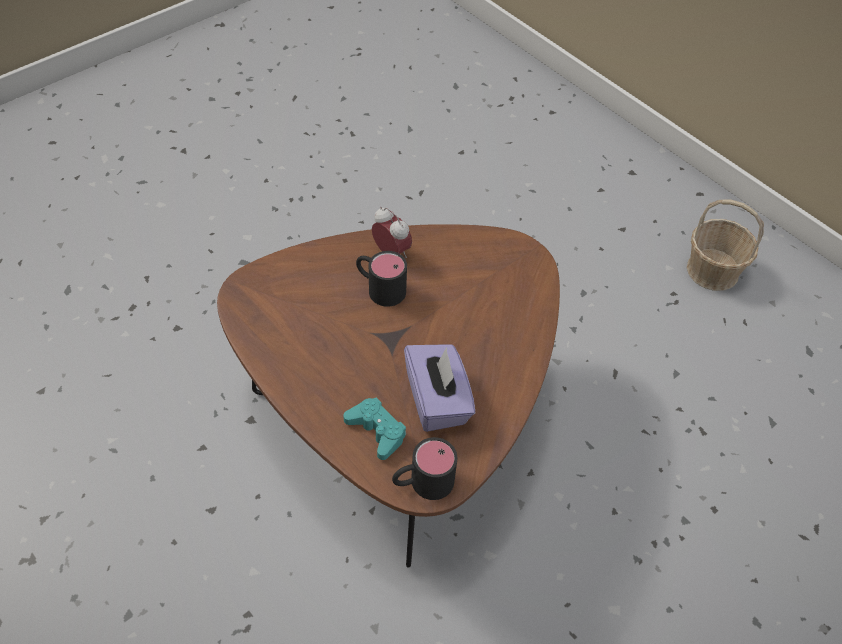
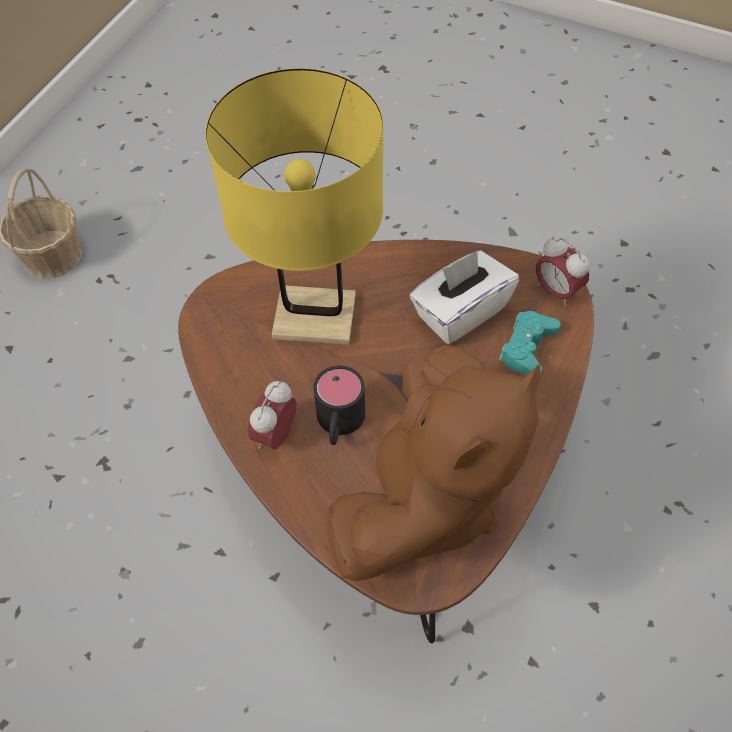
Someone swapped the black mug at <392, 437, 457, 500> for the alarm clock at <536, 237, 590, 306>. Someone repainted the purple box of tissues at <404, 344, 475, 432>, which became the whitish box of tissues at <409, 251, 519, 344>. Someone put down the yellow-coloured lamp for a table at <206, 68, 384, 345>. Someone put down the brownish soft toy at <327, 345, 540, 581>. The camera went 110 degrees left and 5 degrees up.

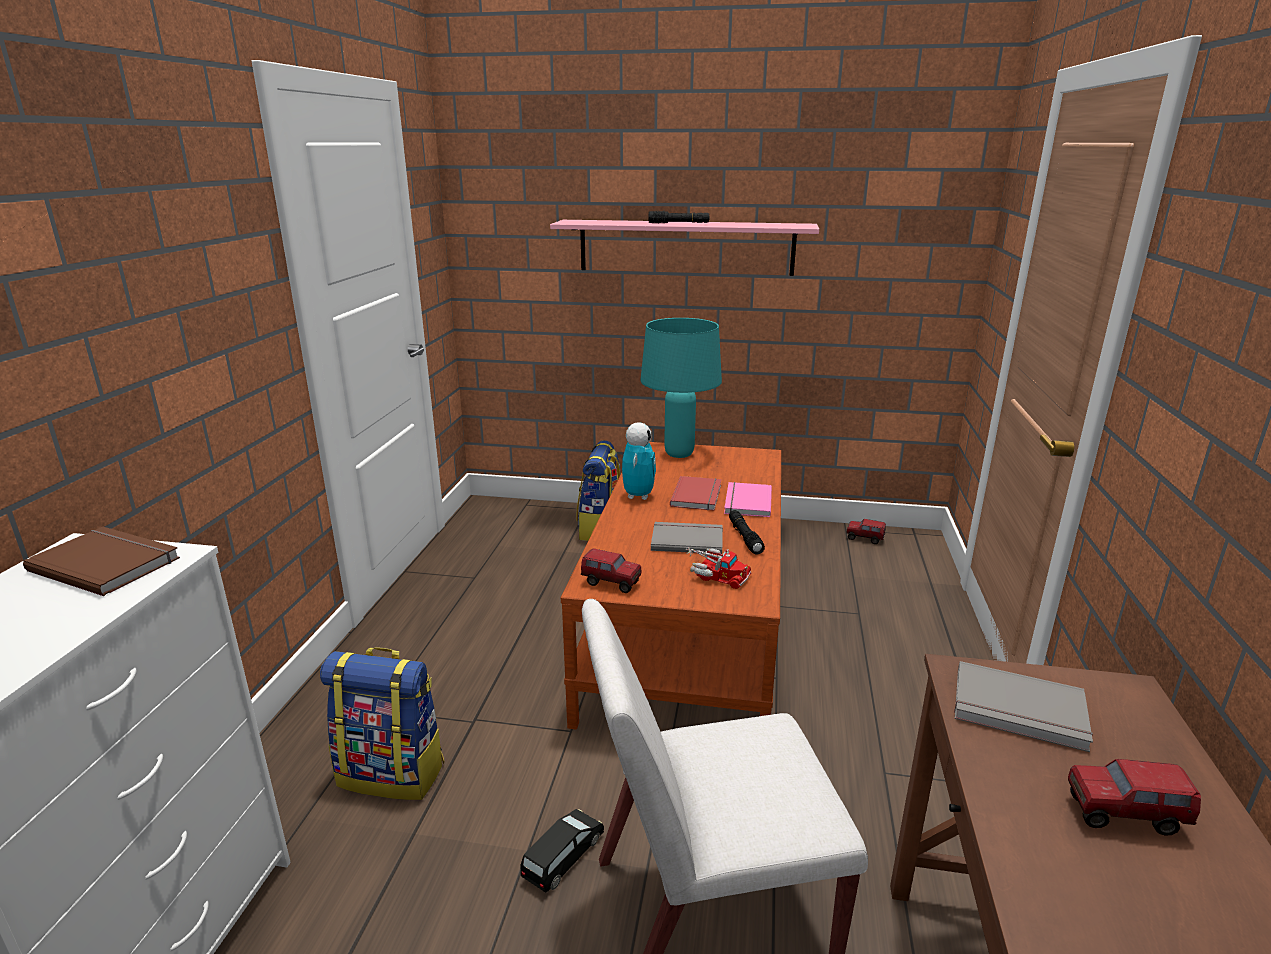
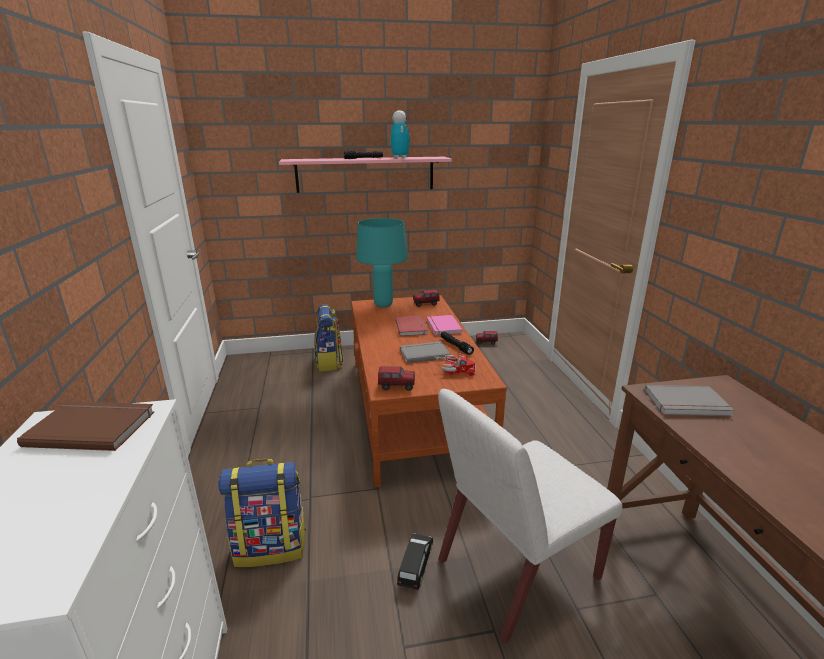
Someone carried the toy robot from <622, 422, 656, 500> to <391, 110, 410, 159>. Someone carried the toy truck from <1068, 759, 1201, 836> to <413, 290, 440, 307>. The camera went 20 degrees left and 0 degrees up.

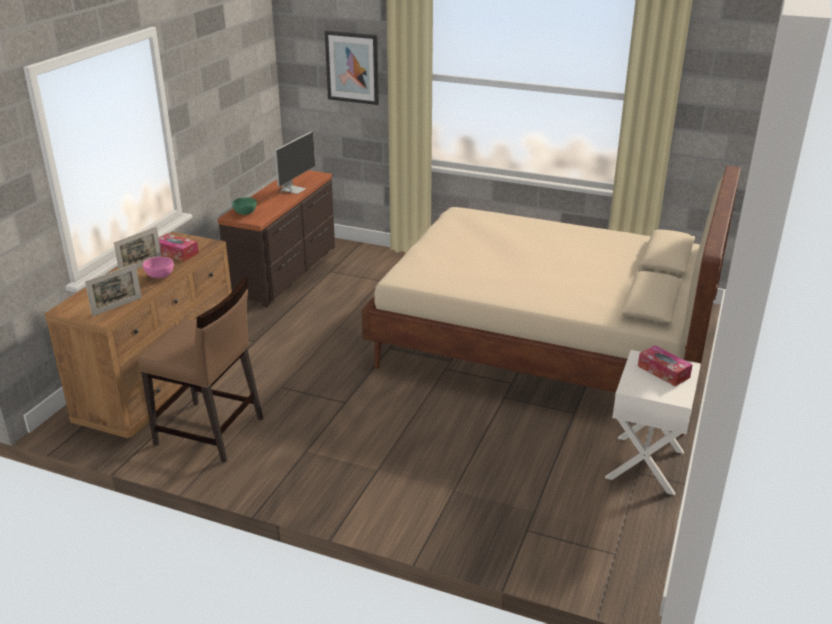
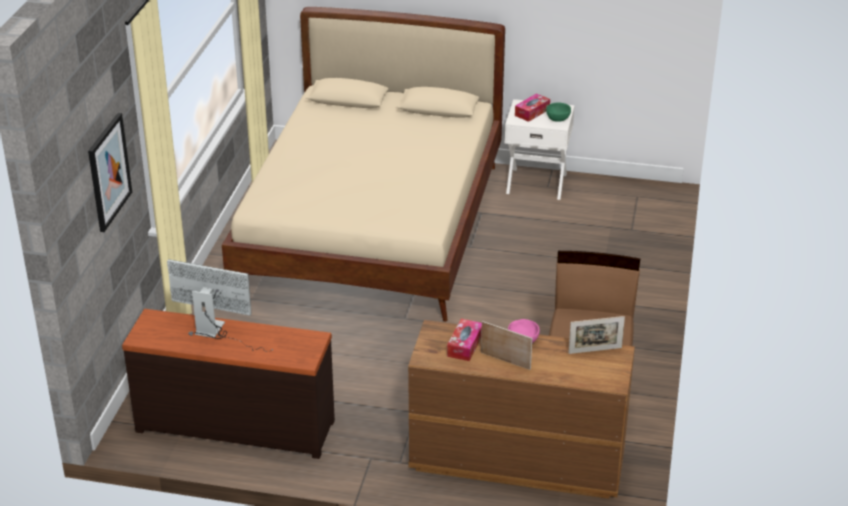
Someone rotated the picture frame at <85, 264, 142, 316> by 135 degrees clockwise. Someone carried the greenish deep dish from <232, 197, 257, 215> to <546, 103, 571, 122>. The camera went 100 degrees left and 5 degrees up.

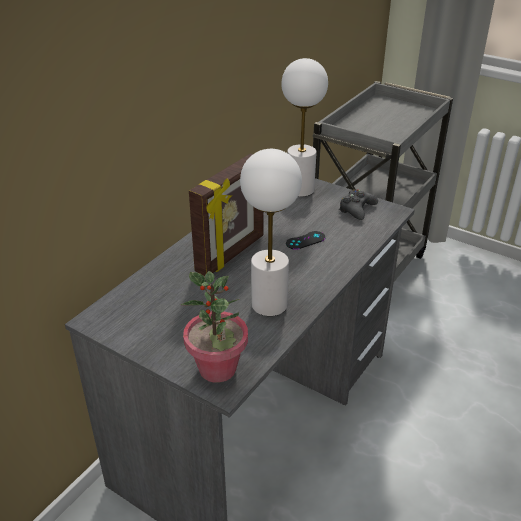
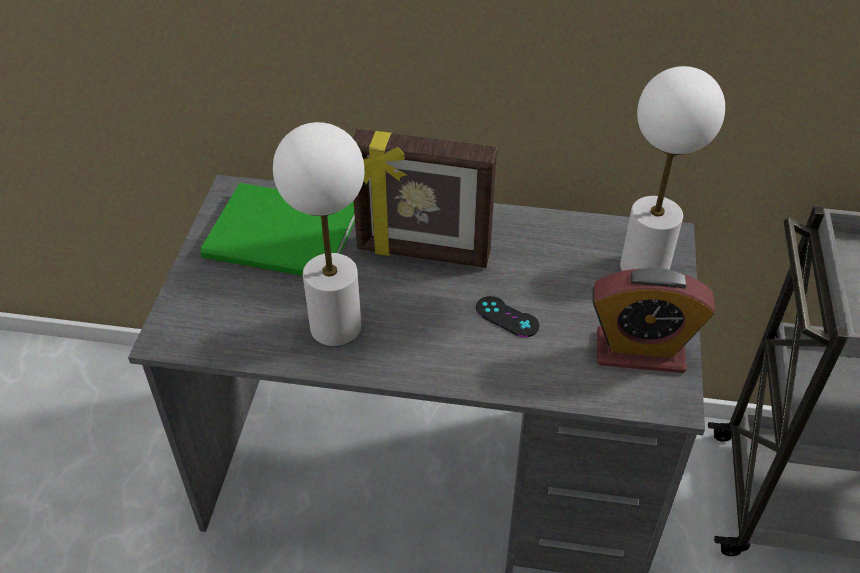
Someone took away the plant in a pot at <181, 271, 248, 383>. Someone swapped the black joypad at <339, 189, 378, 220> for the alarm clock at <593, 268, 715, 373>. Someone put down the greenish volume at <200, 183, 355, 276>. The camera went 65 degrees right and 10 degrees up.

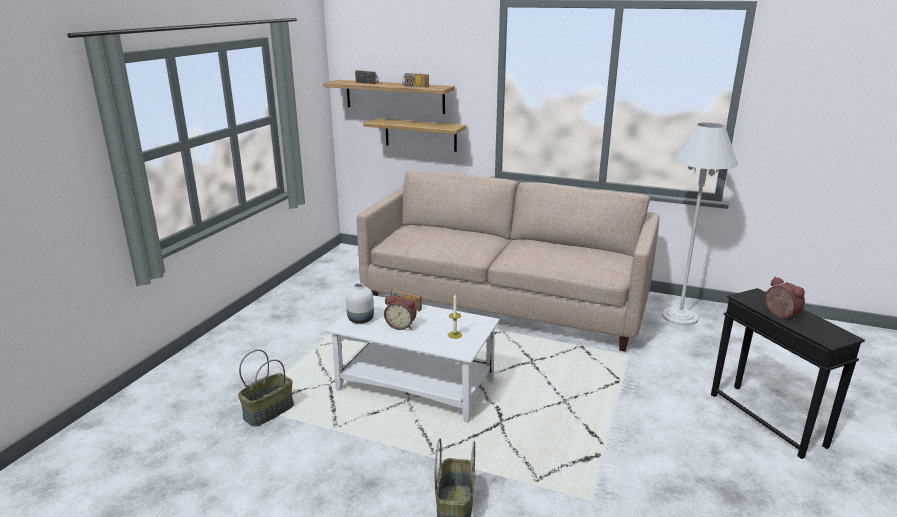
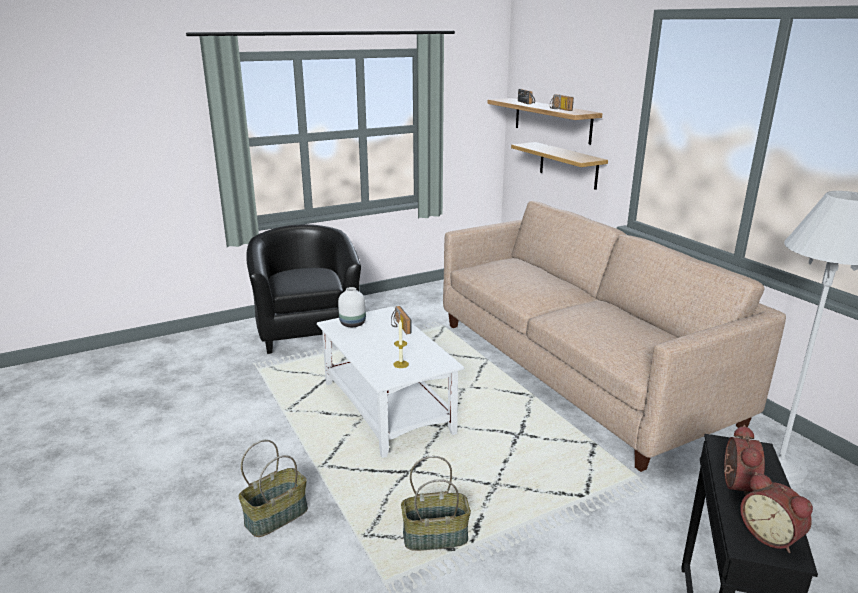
Someone carried the household basket from <238, 349, 294, 427> to <401, 456, 471, 551>. Someone carried the alarm clock from <384, 296, 416, 330> to <740, 472, 813, 553>. Someone put down the black easy chair at <246, 224, 361, 354>. The camera went 40 degrees right and 0 degrees up.

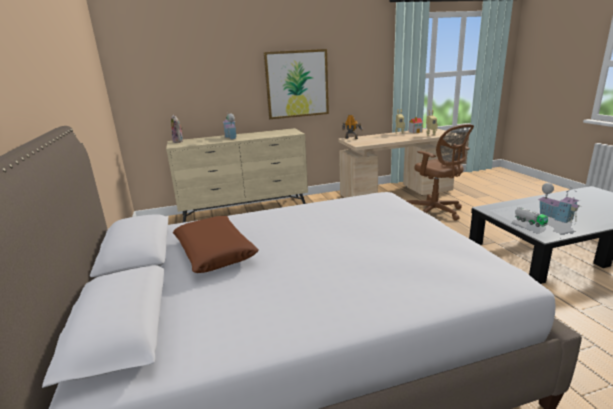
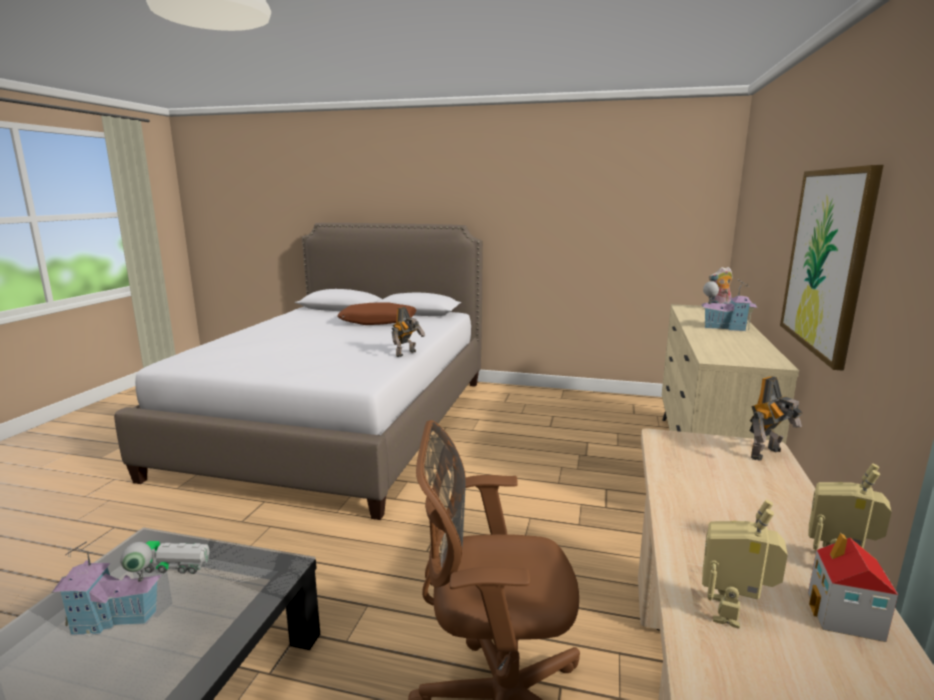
Someone put down the toy robot at <392, 307, 425, 357>. The camera went 120 degrees right and 5 degrees down.

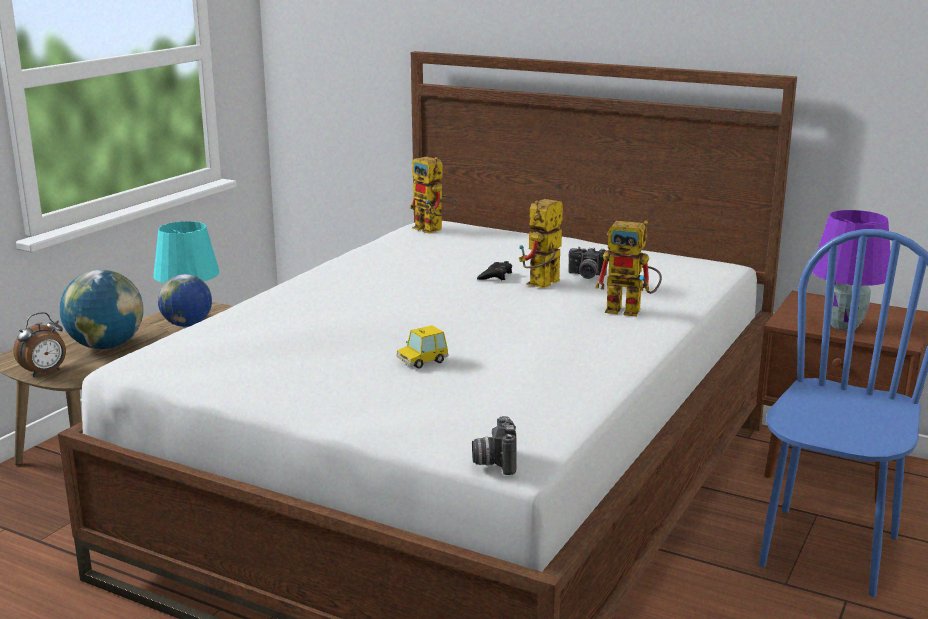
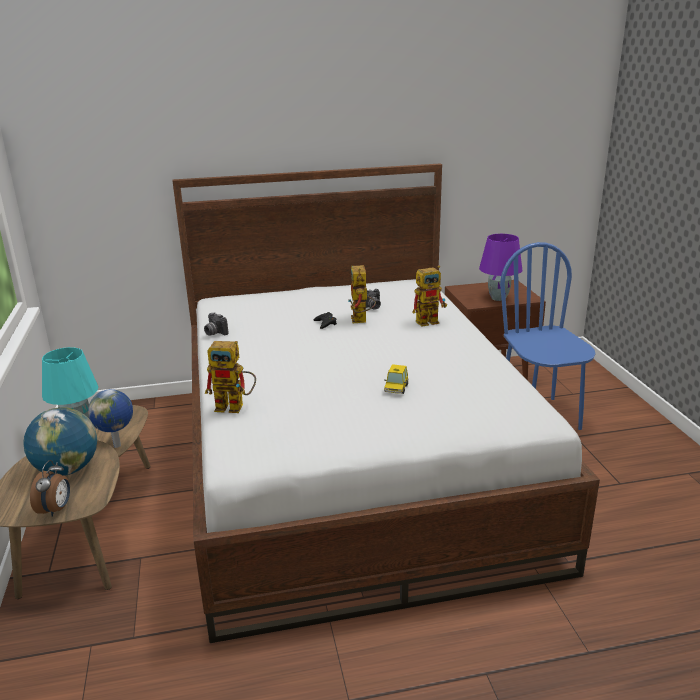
Someone carried the toy robot from <410, 157, 458, 234> to <205, 341, 256, 413>. Someone carried the photo camera from <472, 416, 517, 475> to <204, 313, 229, 336>. The camera went 40 degrees left and 5 degrees up.

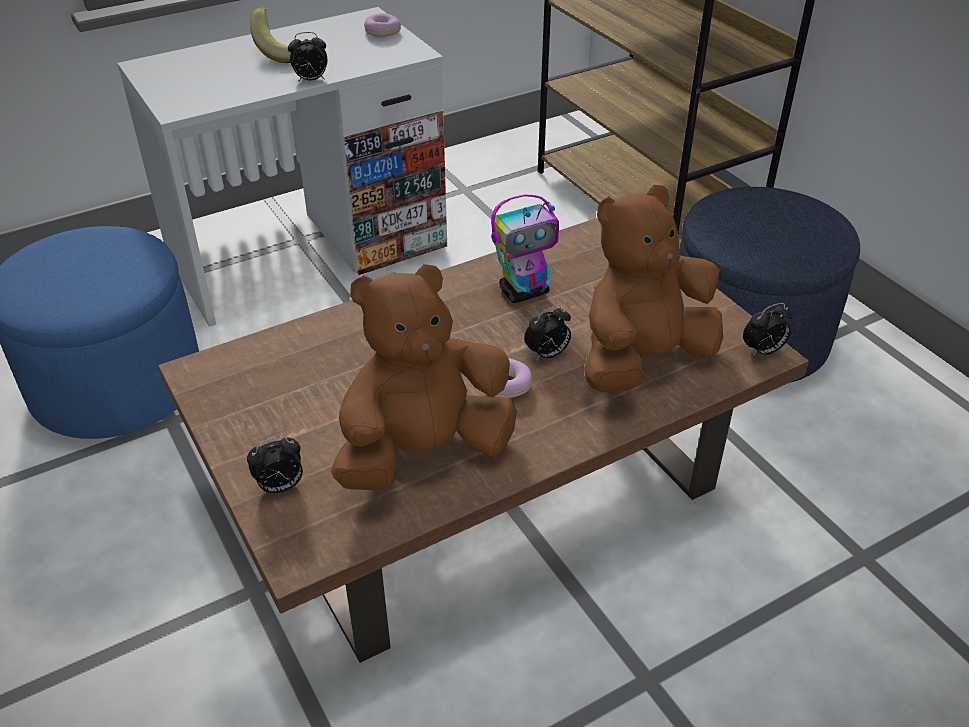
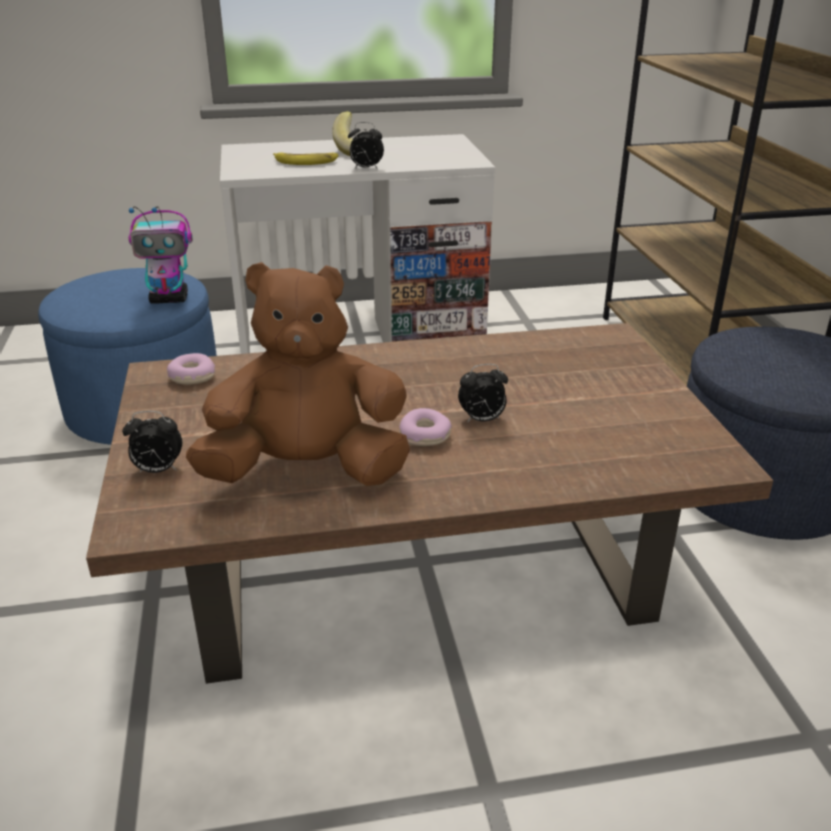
Someone carried the ring doughnut from <364, 13, 401, 37> to <167, 353, 215, 385>. Someone carried the toy robot from <491, 195, 559, 303> to <129, 207, 193, 304>. Someone took away the brownish soft toy at <584, 185, 723, 392>. Someone took away the alarm clock at <743, 303, 793, 357>. Someone put down the banana fruit at <273, 153, 339, 165>. The camera went 20 degrees right and 10 degrees down.

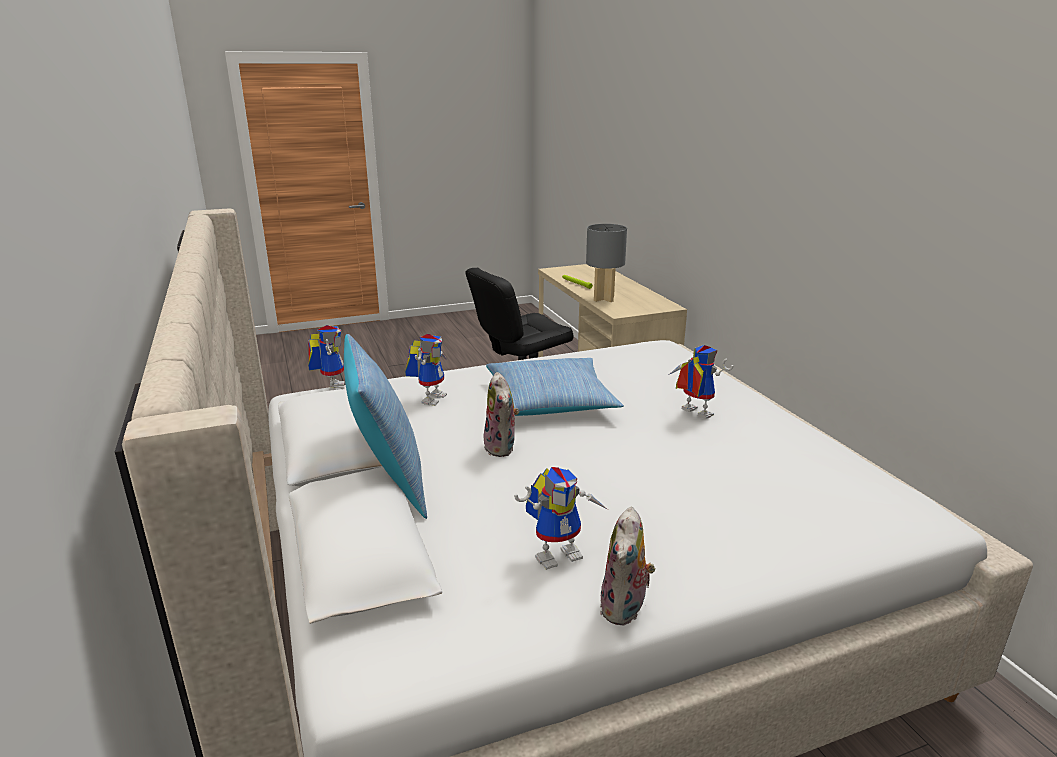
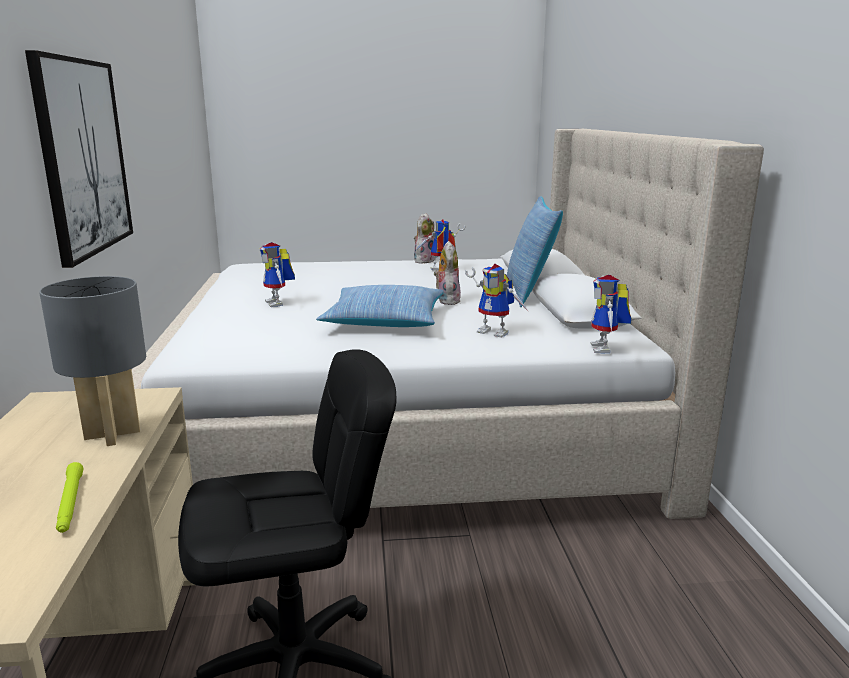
Someone rotated the toy robot at <405, 334, 447, 406> by 90 degrees counterclockwise. Someone put up the wall picture at <25, 50, 133, 268>. The camera went 165 degrees left and 5 degrees down.

